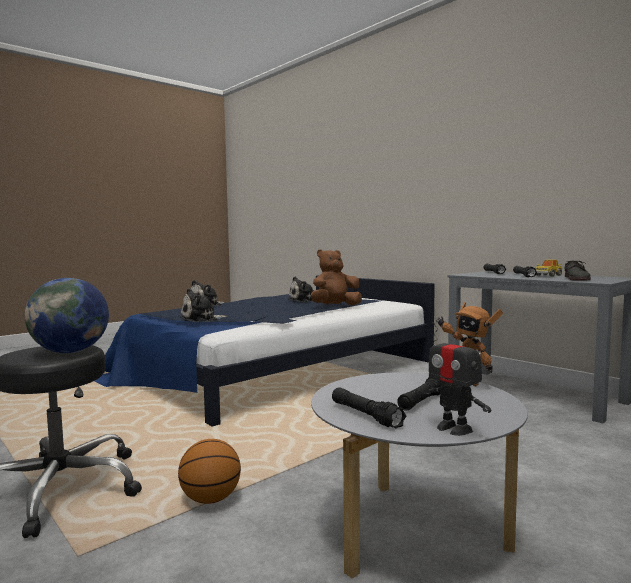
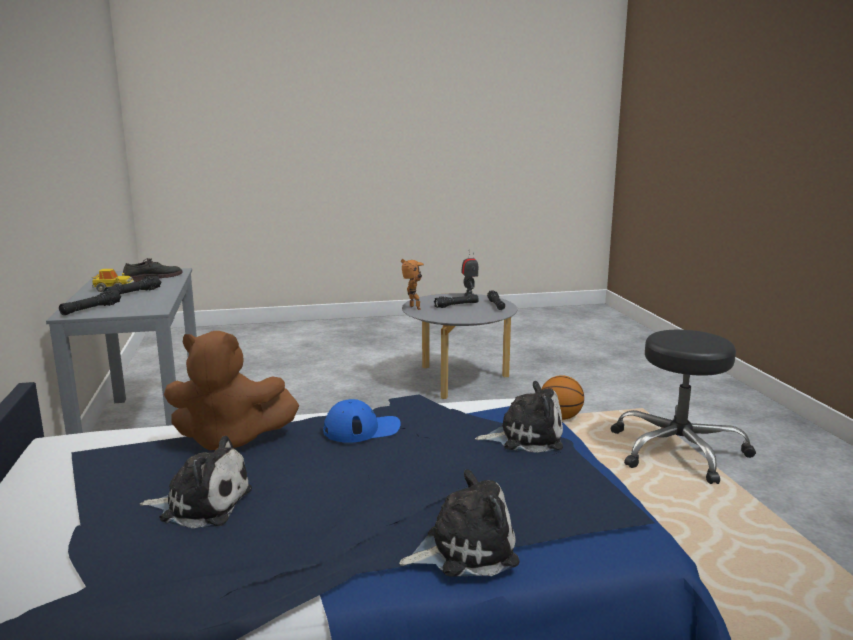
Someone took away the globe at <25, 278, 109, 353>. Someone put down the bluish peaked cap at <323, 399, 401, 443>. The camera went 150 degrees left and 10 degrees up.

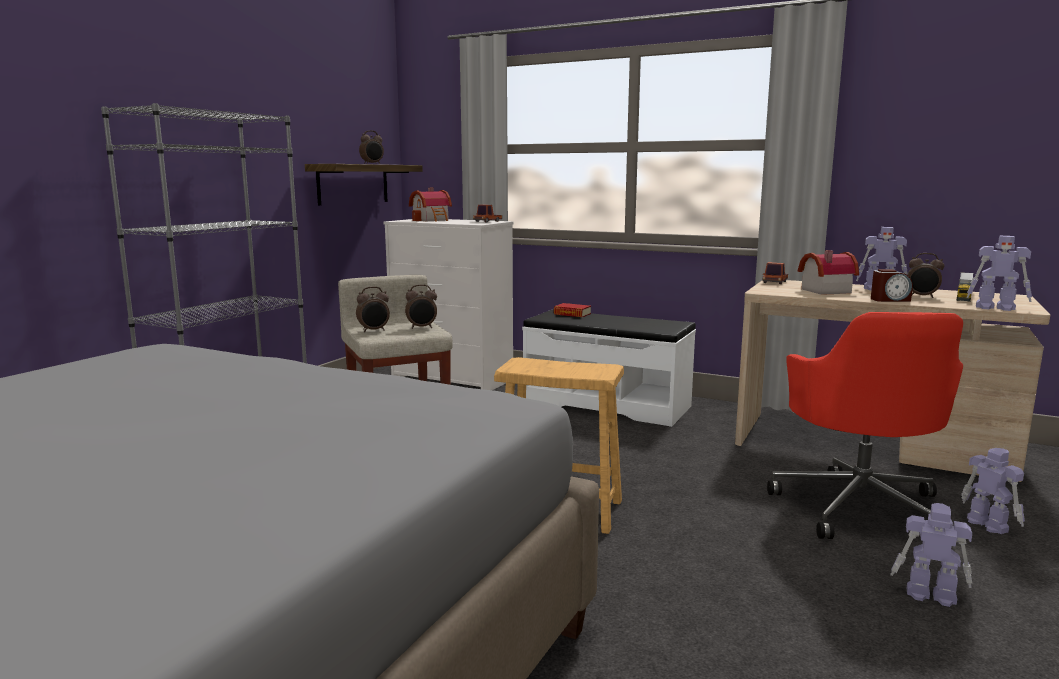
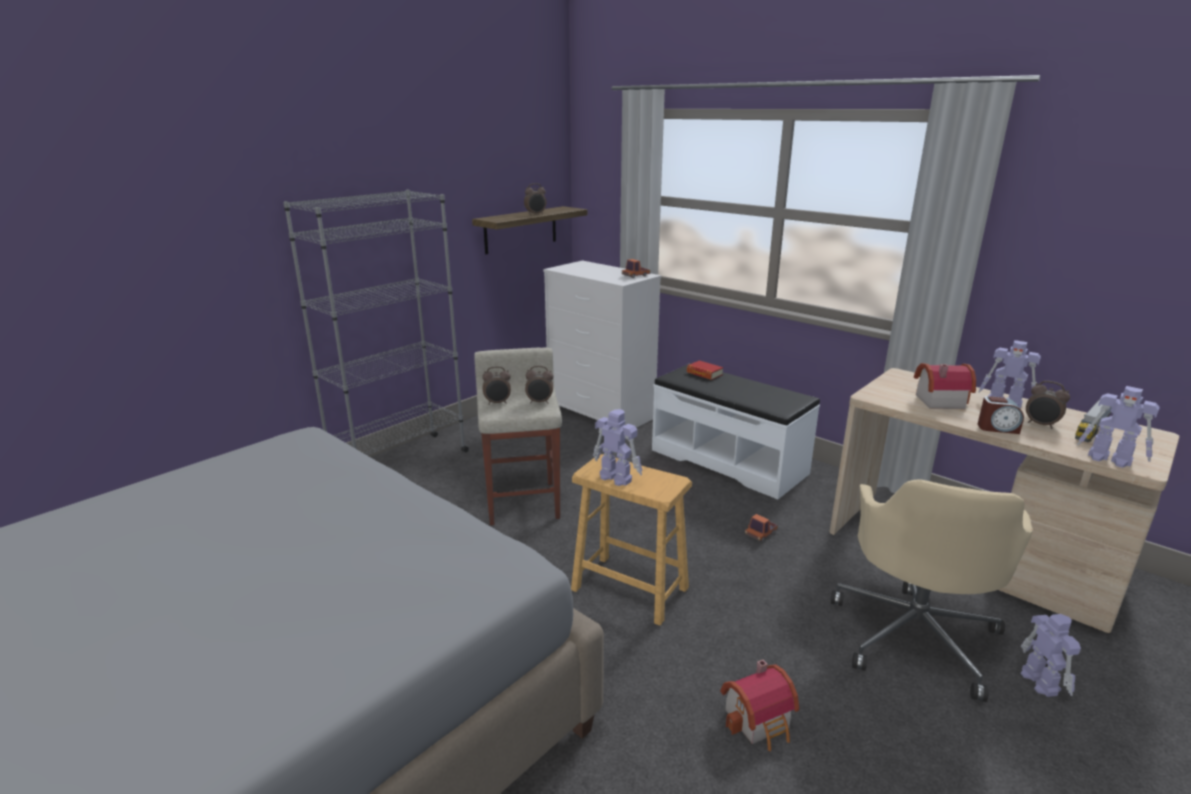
Someone carried the miniature house from <409, 188, 452, 222> to <720, 660, 799, 751>. Someone carried the toy truck from <762, 262, 788, 284> to <745, 514, 778, 541>. Someone repainted the reddish desk chair at <767, 312, 963, 539>, which became the sand-coloured desk chair at <831, 480, 1033, 702>. Someone carried the toy robot from <890, 503, 973, 607> to <593, 409, 642, 486>. The camera went 15 degrees right and 10 degrees up.

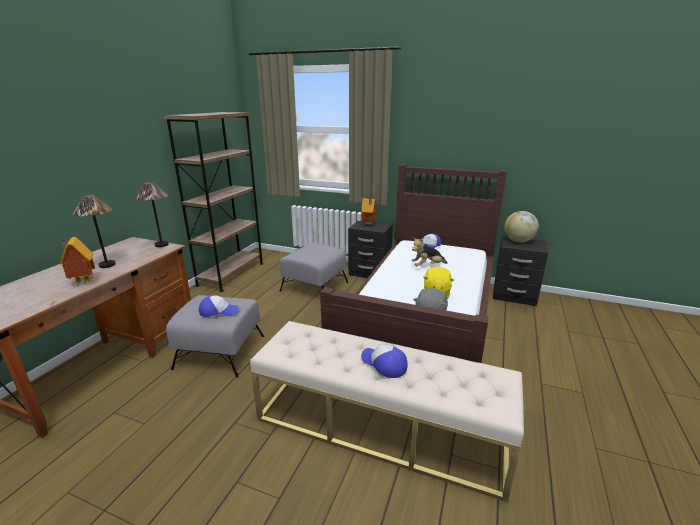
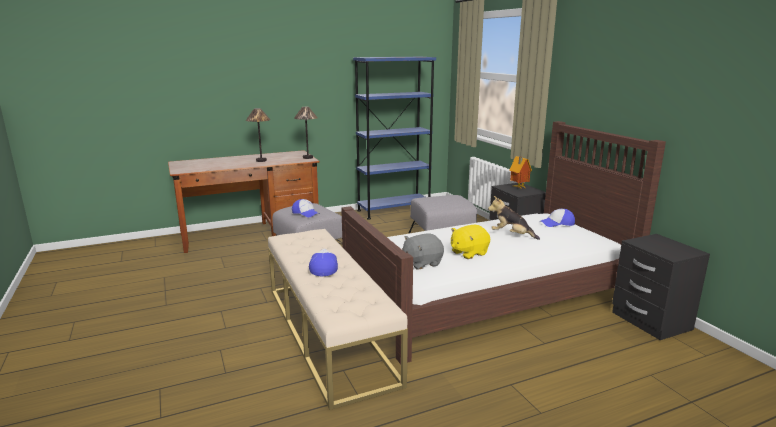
Someone took away the miniature house at <59, 237, 95, 286>. Someone repainted the brownish bookcase at <163, 112, 263, 292>, which became the bluish bookcase at <353, 57, 436, 220>. Someone took away the globe at <504, 211, 539, 242>. The camera went 45 degrees right and 5 degrees down.

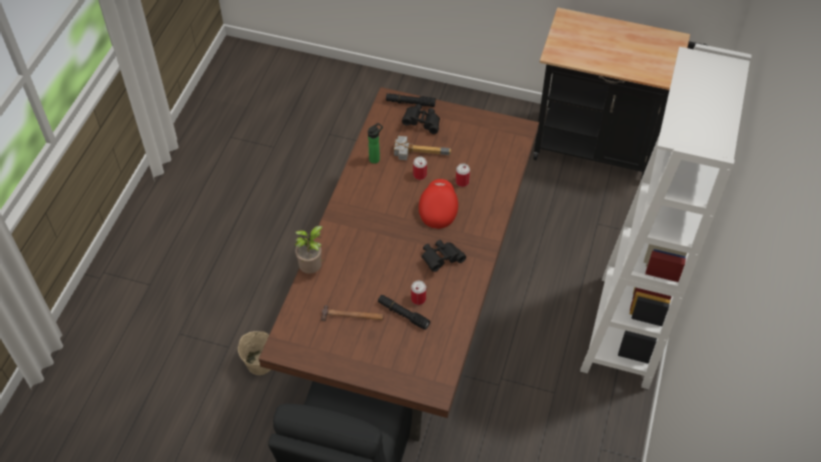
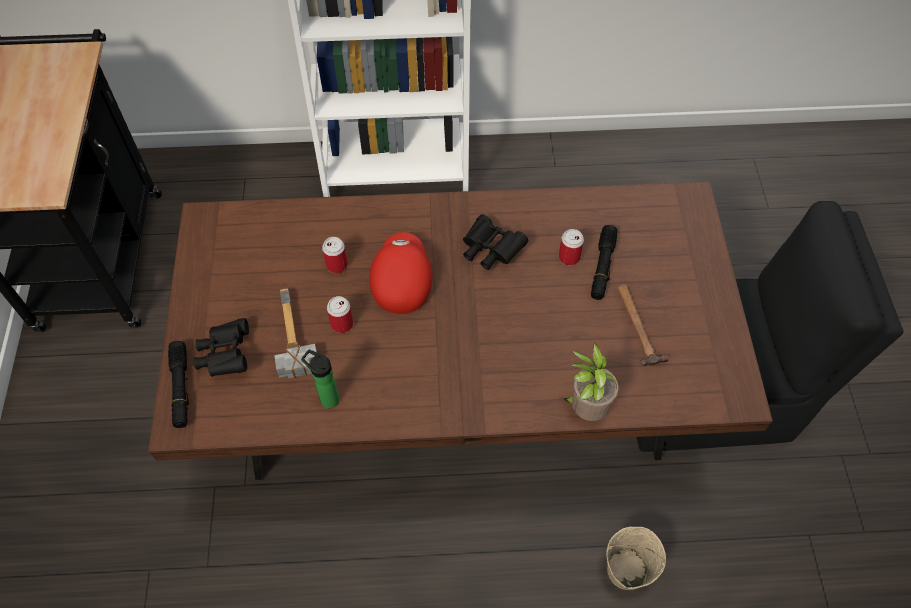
Someone rotated the reddish peaked cap at <419, 179, 458, 229> by 105 degrees clockwise. The camera went 110 degrees left and 5 degrees up.

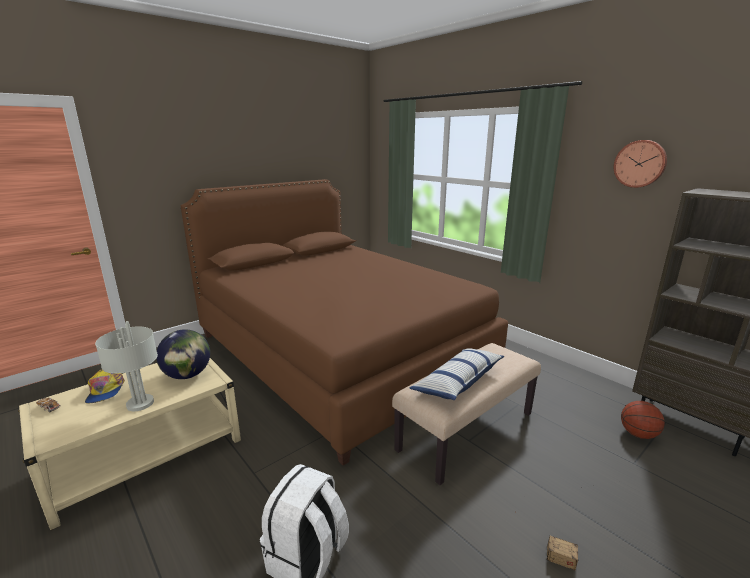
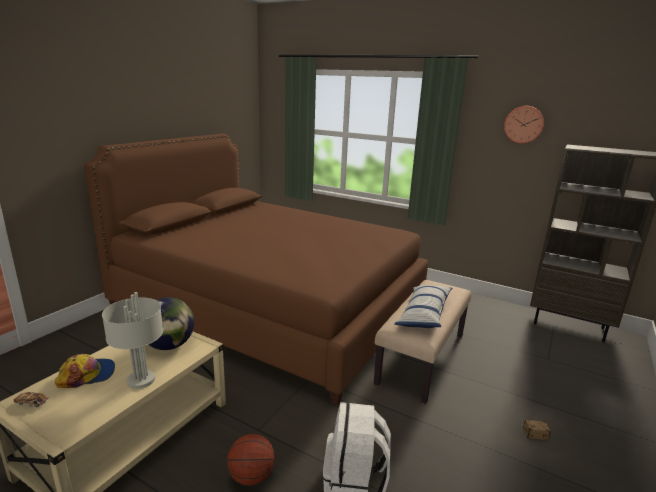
Someone rotated the peaked cap at <85, 370, 125, 403> by 75 degrees counterclockwise. Someone carried the basketball from <621, 401, 665, 439> to <227, 434, 275, 486>. The camera went 20 degrees left and 0 degrees up.

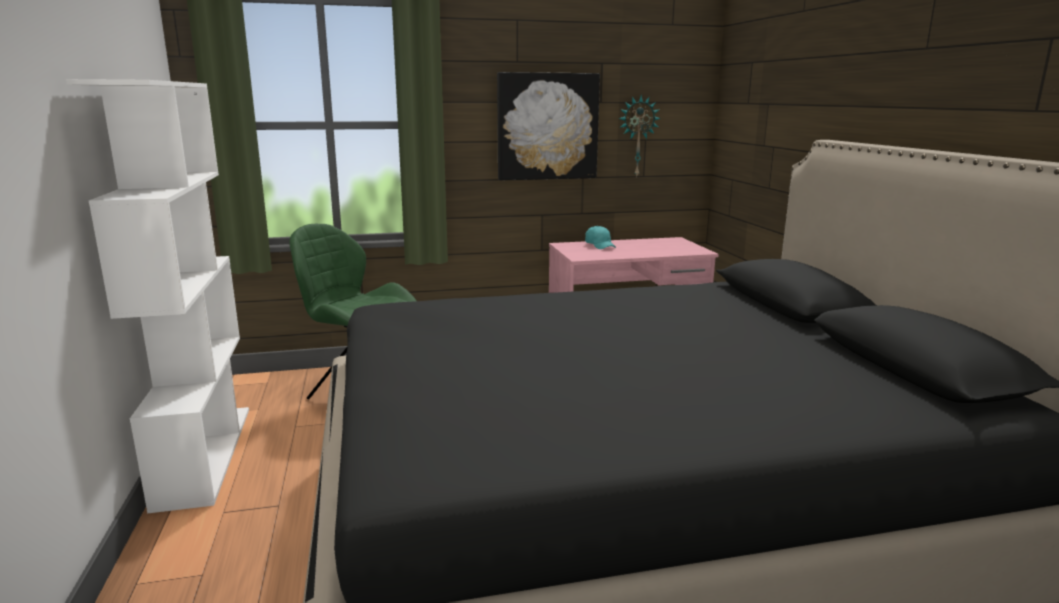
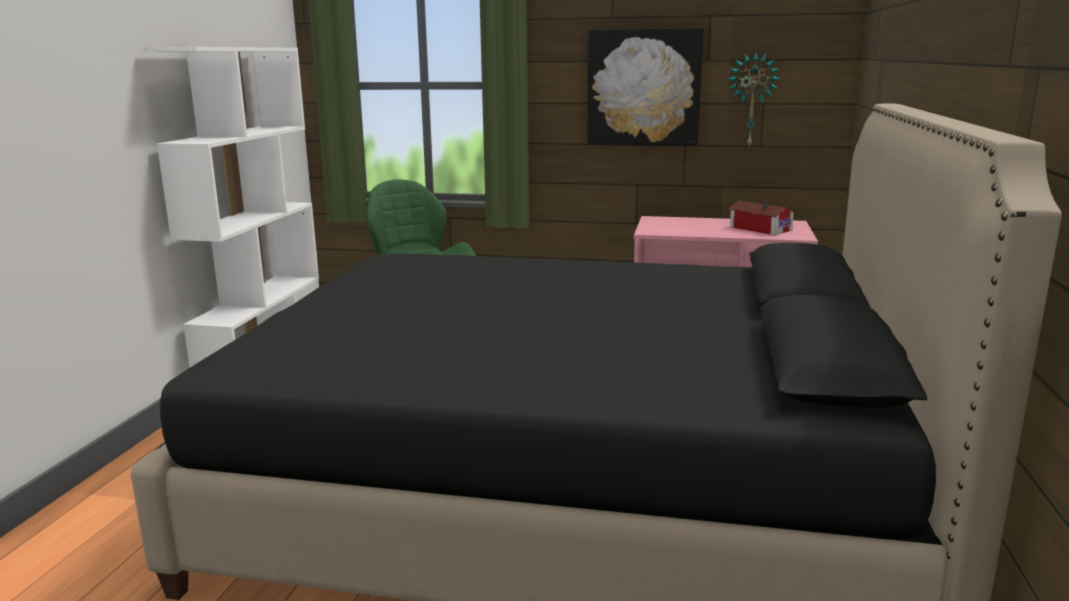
Someone took away the blue-green peaked cap at <585, 226, 616, 249>. Someone put down the miniature house at <729, 200, 796, 235>. The camera went 25 degrees right and 0 degrees up.

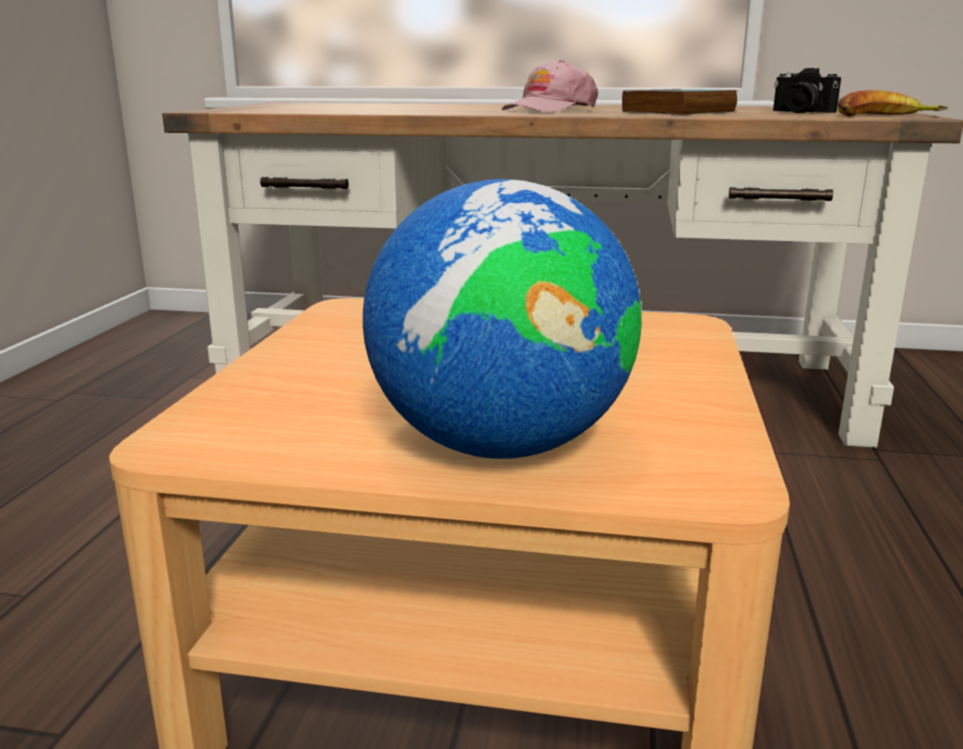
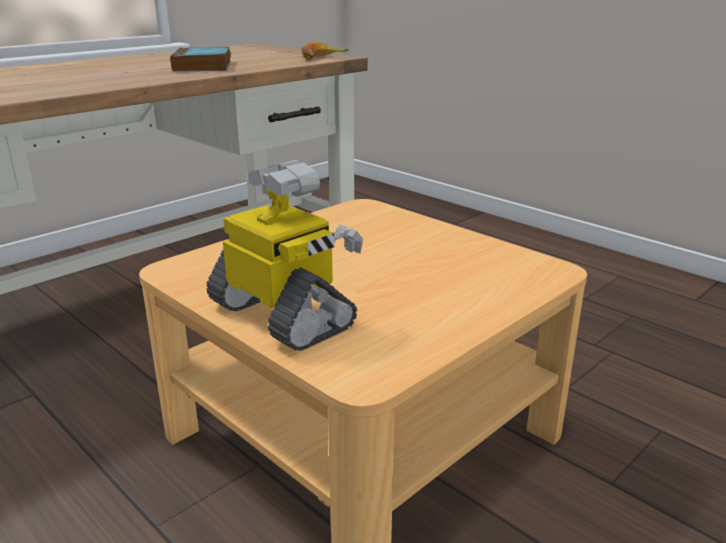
Someone took away the globe at <363, 179, 642, 459>. Someone took away the pink-coloured peaked cap at <502, 60, 598, 112>. Someone took away the photo camera at <773, 68, 841, 113>. Someone put down the toy robot at <206, 160, 363, 351>. The camera went 55 degrees left and 5 degrees up.

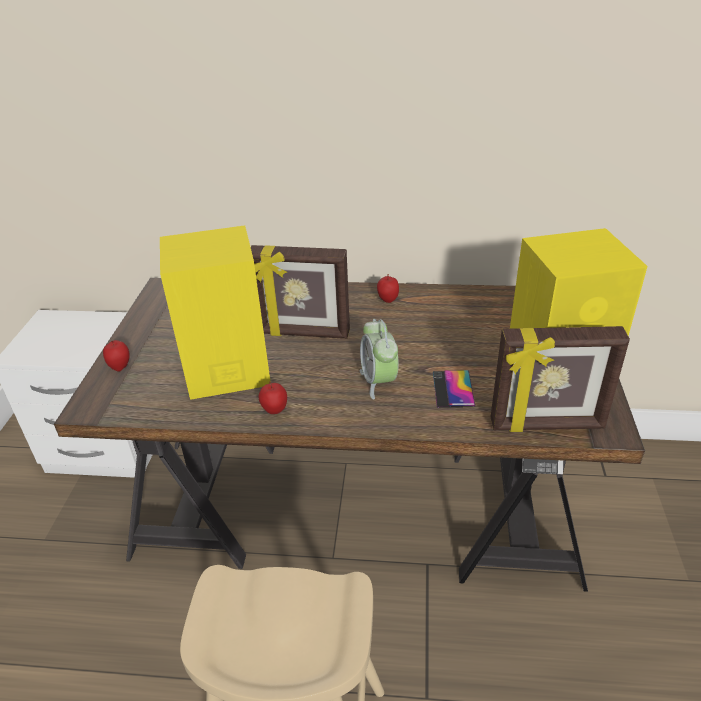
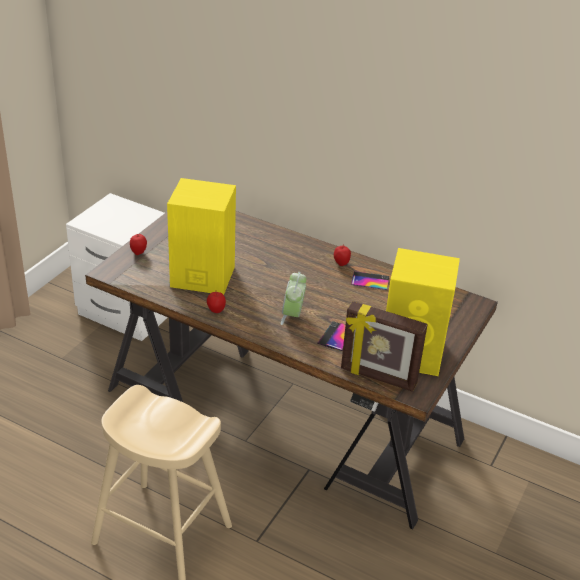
Someone took away the picture frame at <251, 245, 350, 339>. Someone put down the telephone at <351, 271, 389, 290>. The camera went 20 degrees right and 0 degrees up.

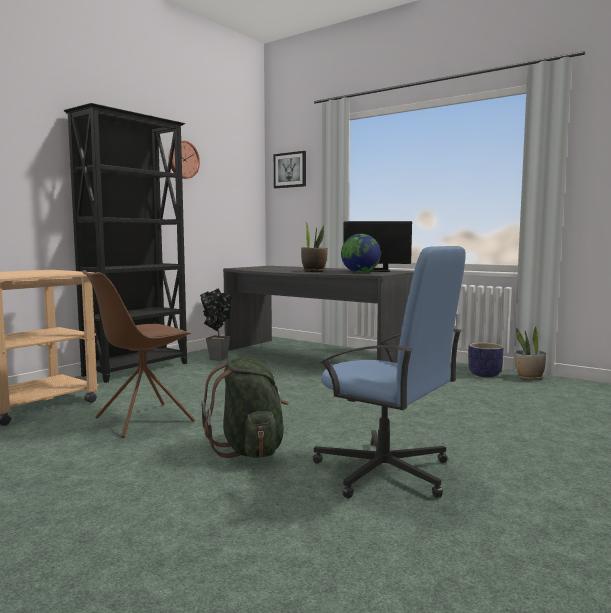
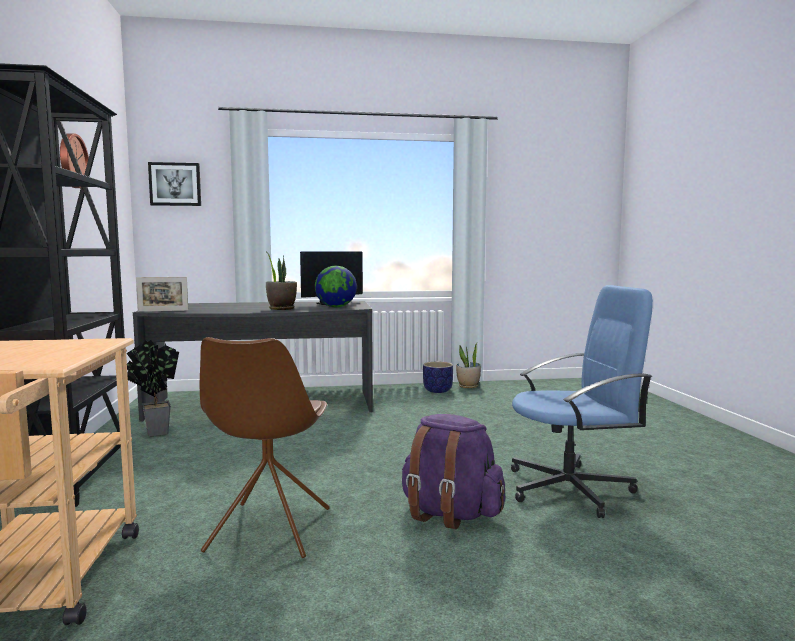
Someone repainted the greenish knapsack at <201, 357, 288, 458>, which became the purple knapsack at <402, 414, 505, 529>. Someone put down the picture frame at <136, 277, 188, 312>. The camera went 45 degrees left and 0 degrees up.

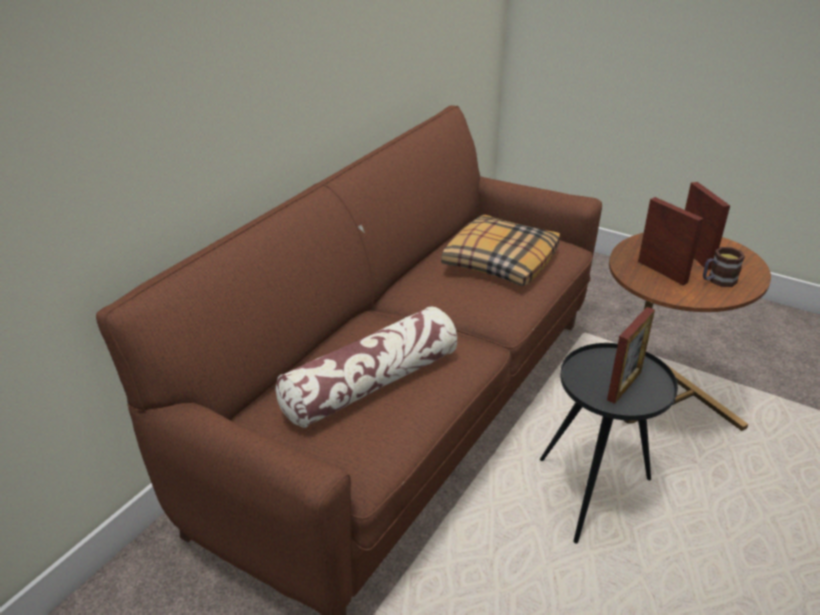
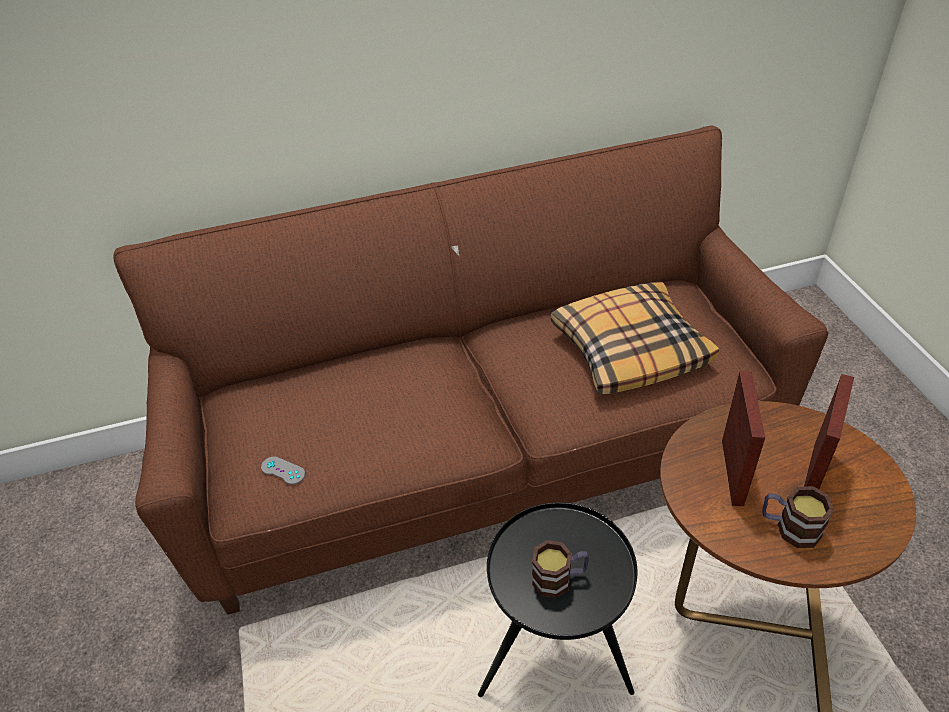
Someone took away the cushion at <276, 306, 457, 428>. Someone swapped the picture frame at <607, 307, 655, 404> for the mug at <532, 540, 589, 598>. Someone put down the gray joypad at <261, 457, 305, 484>. The camera went 45 degrees right and 10 degrees up.

